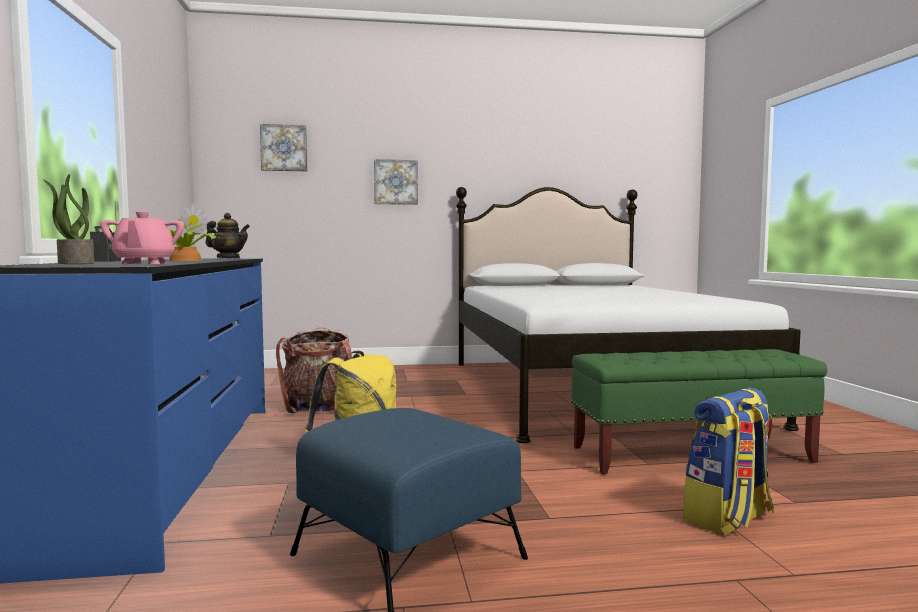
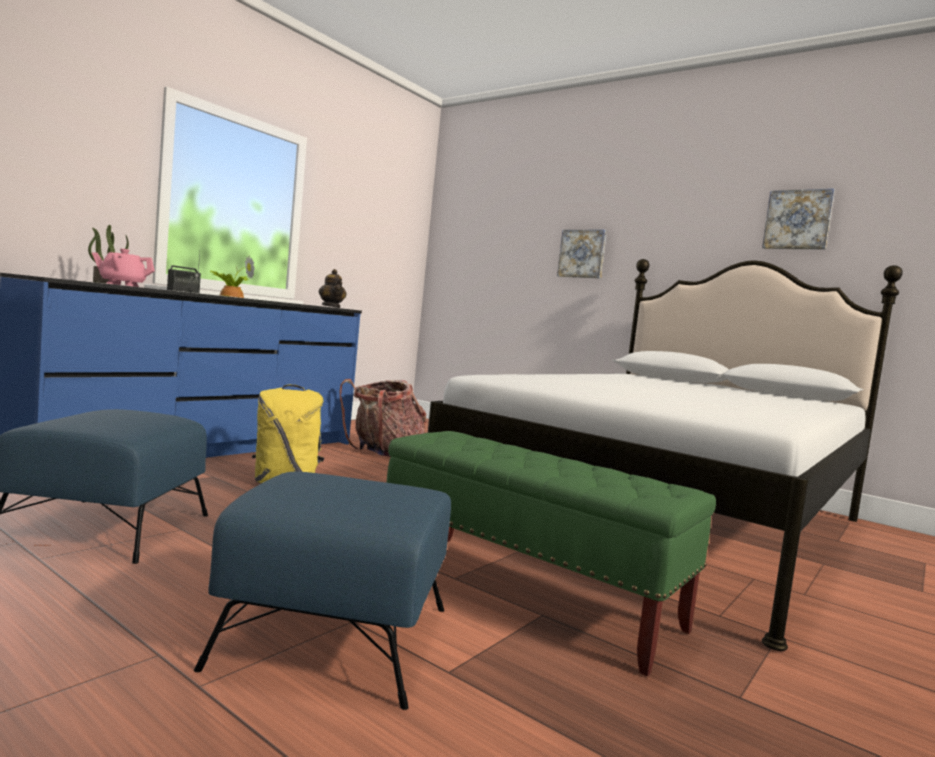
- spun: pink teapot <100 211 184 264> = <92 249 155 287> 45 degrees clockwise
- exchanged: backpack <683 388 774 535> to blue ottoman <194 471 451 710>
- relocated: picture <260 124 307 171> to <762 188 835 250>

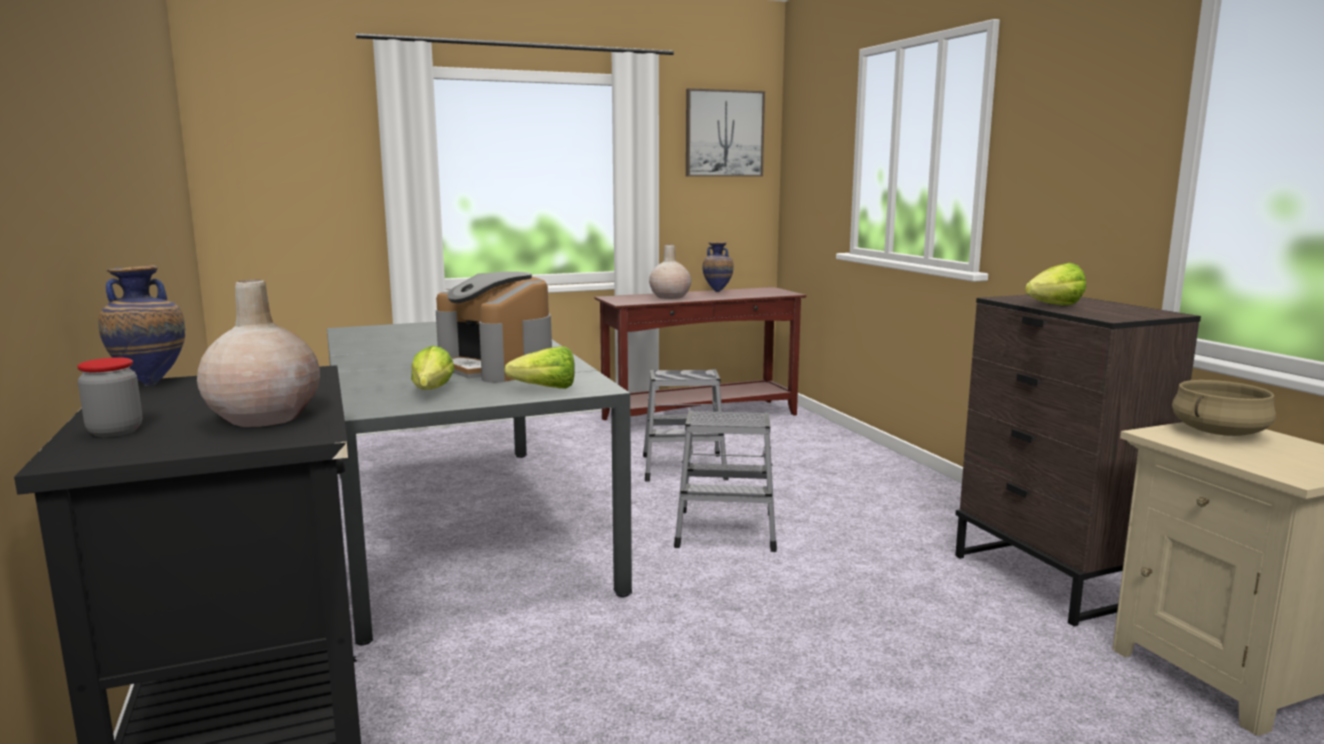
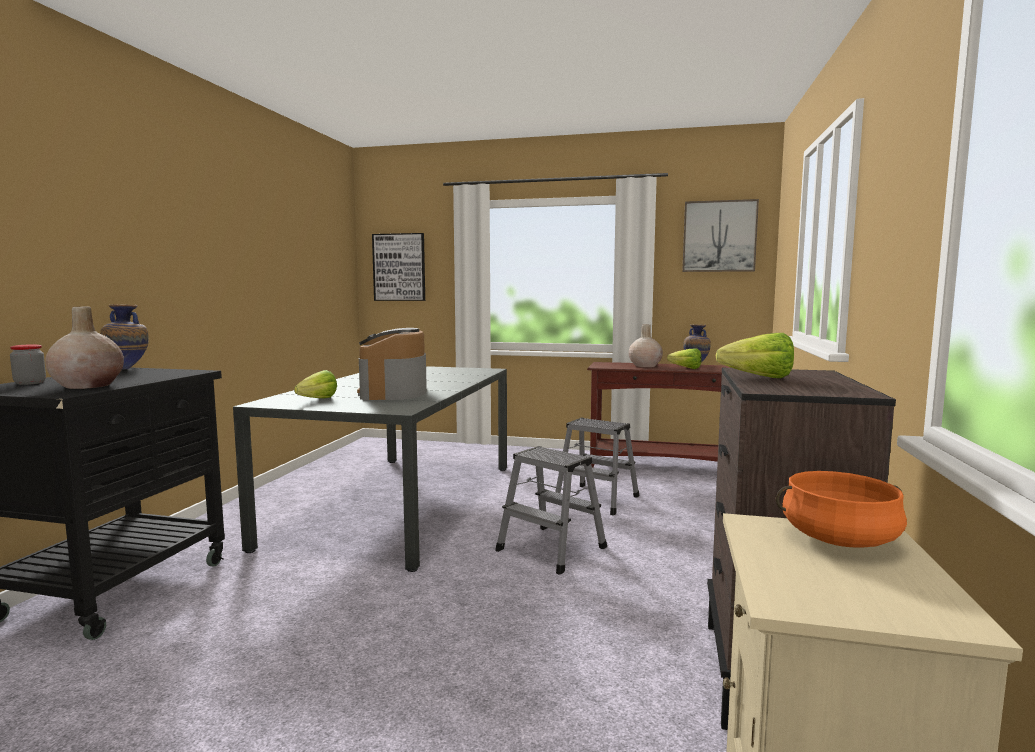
- appeared: picture <372 233 425 301>
- relocated: lettuce <504 346 575 389> to <667 348 701 369>
- colour: beige cooking pot <1172 380 1276 436> to orange cooking pot <776 471 907 548>

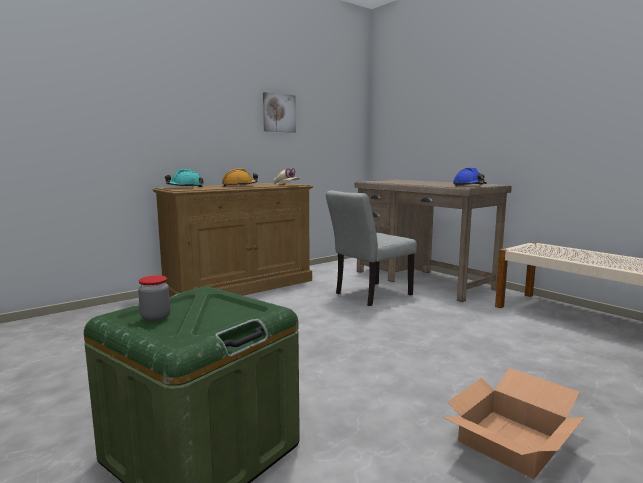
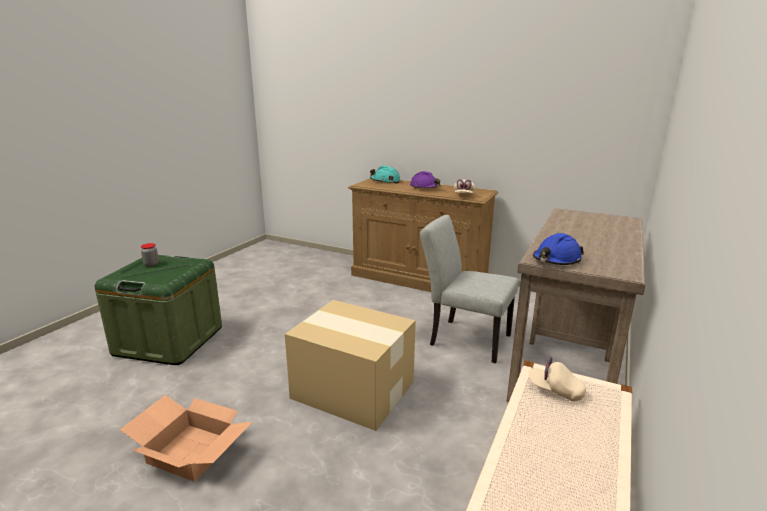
- appeared: cardboard box <285 300 416 431>
- colour: orange hard hat <222 168 258 187> to purple hard hat <410 171 441 189>
- appeared: beige cap <529 357 586 401>
- missing: picture <263 92 296 133>

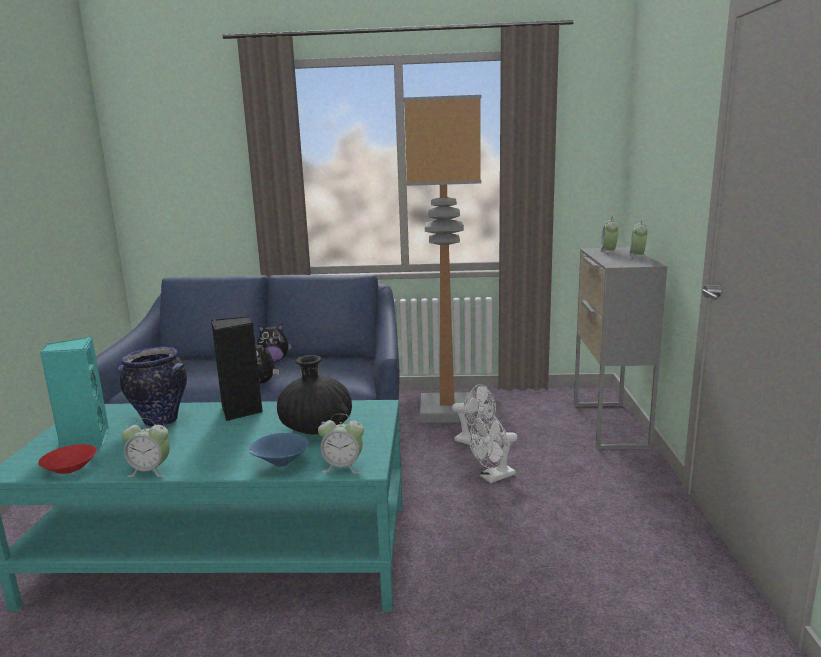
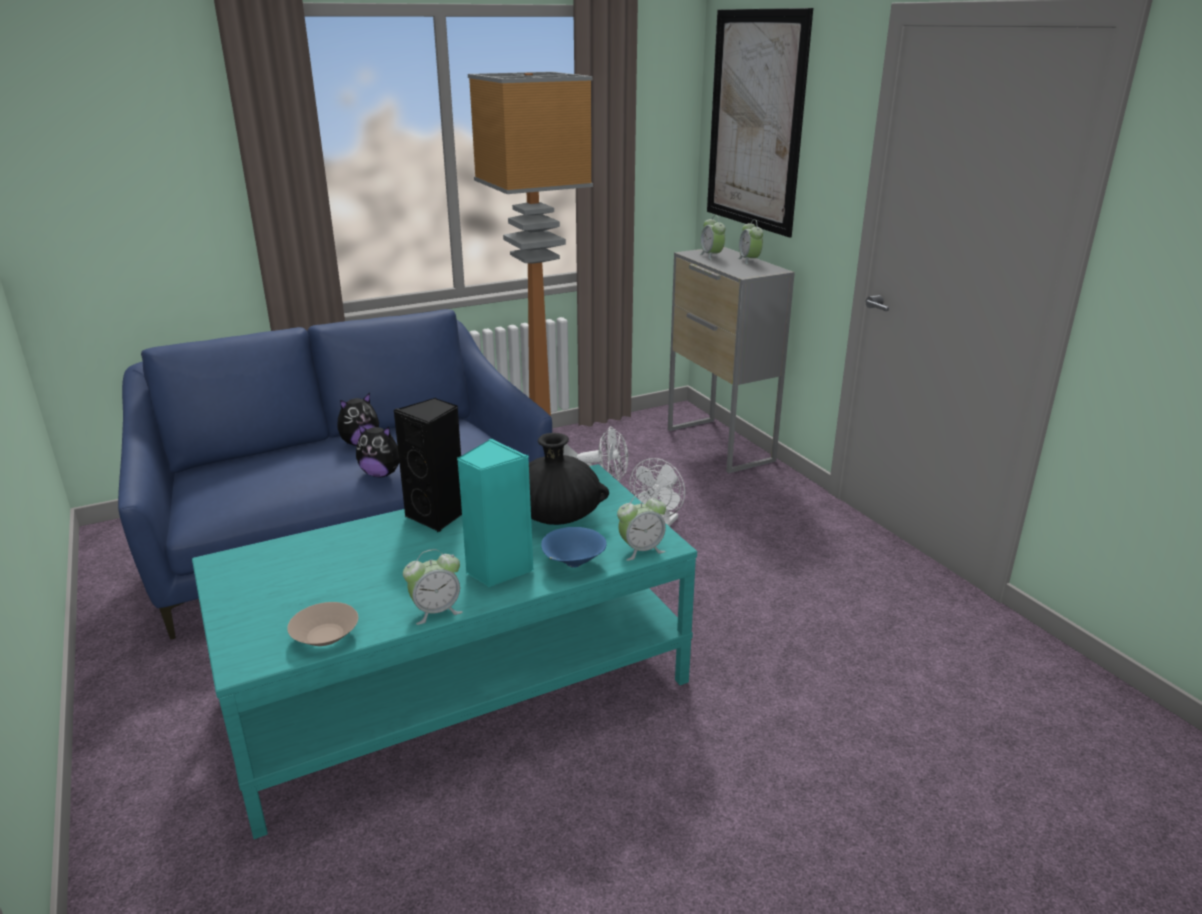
- colour: red bowl <38 444 97 474> to beige bowl <287 602 358 646>
- relocated: turquoise speaker <40 337 109 448> to <457 439 534 588>
- appeared: picture <707 8 813 238>
- missing: vase <118 347 187 427>

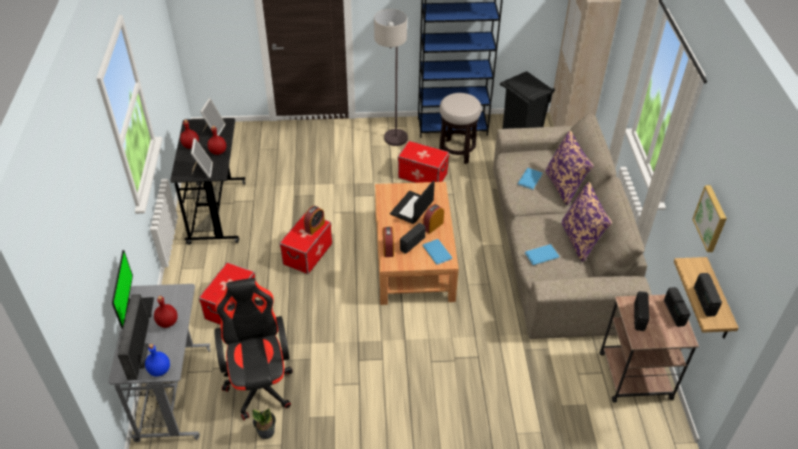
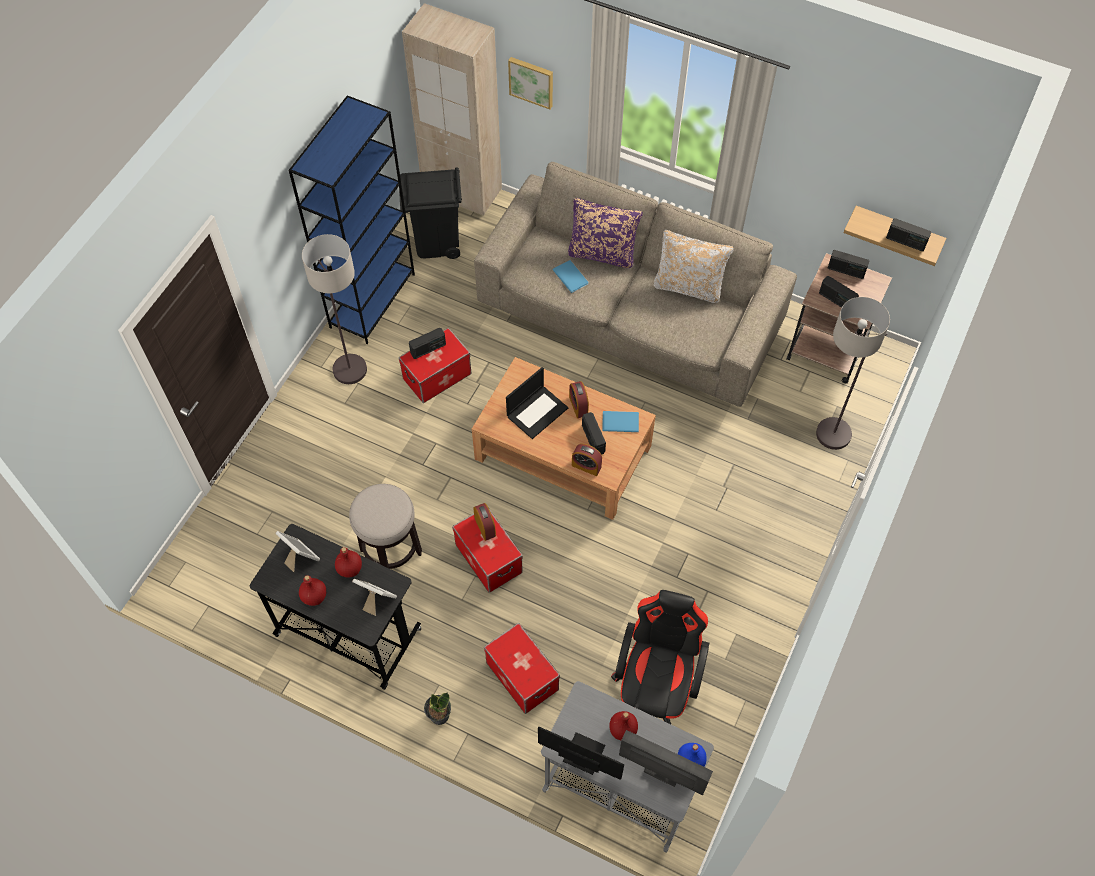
- relocated: stool <439 93 482 164> to <349 484 422 569>
- appeared: radio <409 328 446 359>
- relocated: potted plant <252 408 276 439> to <424 692 451 725>
- spun: laptop <390 180 435 224> = <506 367 568 439> 105 degrees counterclockwise
- relocated: picture <692 185 727 252> to <508 57 553 110>
- spun: black office chair <214 278 293 420> = <611 590 709 725> 90 degrees clockwise
- colour: purple pillow <562 182 612 262> to white pillow <654 230 734 303>
- appeared: grey floor lamp <816 297 890 450>
- missing: blue book <525 244 560 265>

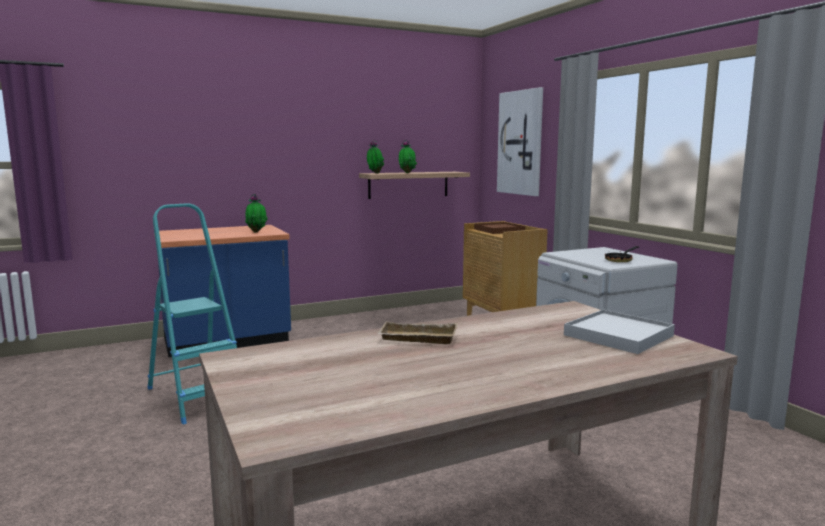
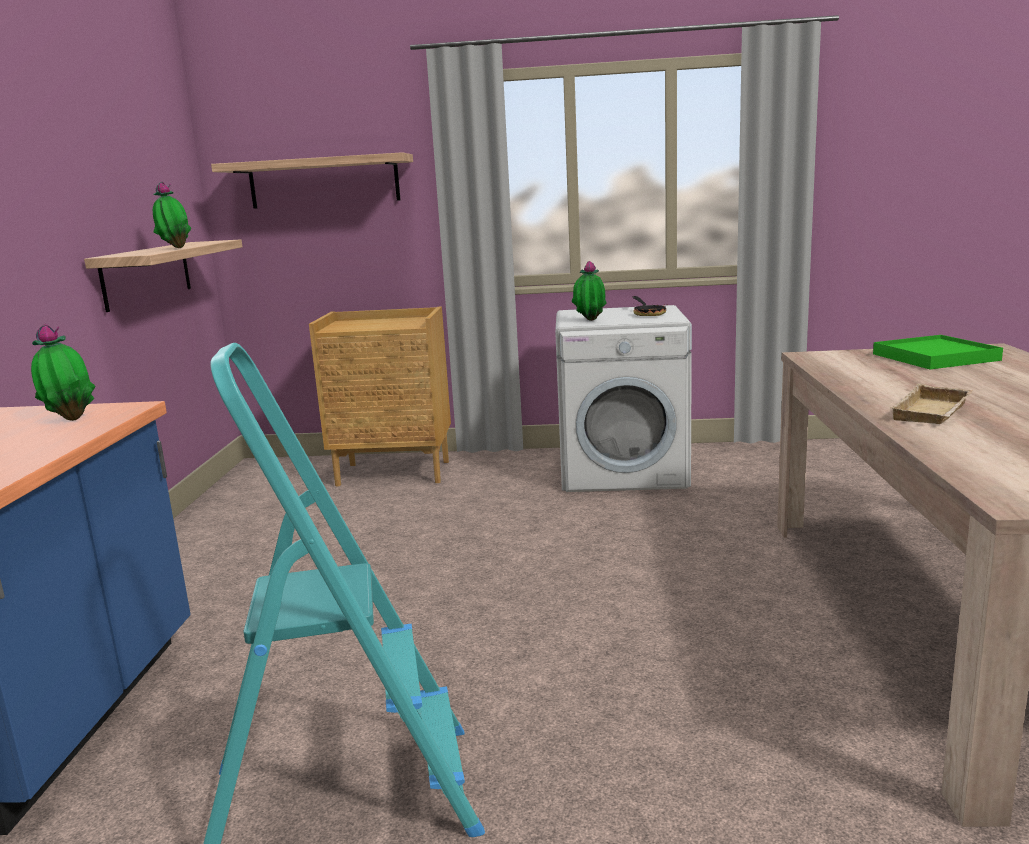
- exchanged: picture <497 87 543 196> to shelf <211 152 413 209>
- relocated: potted plant <367 140 384 174> to <572 261 607 321>
- colour: white tray <564 309 675 354> to green tray <873 335 1003 369>
- missing: brown tray <474 222 525 234>

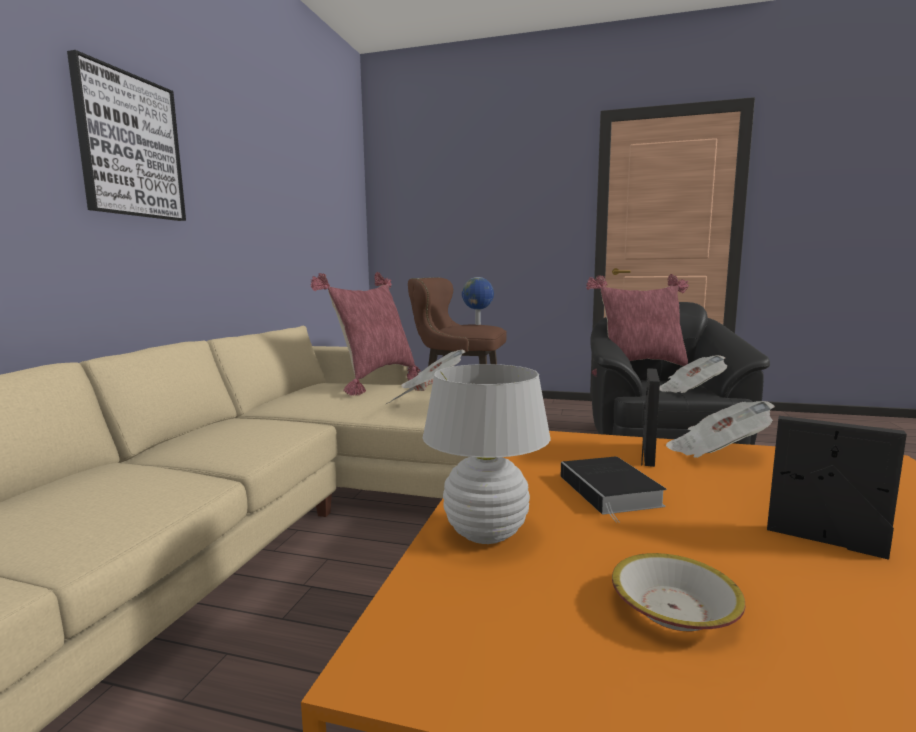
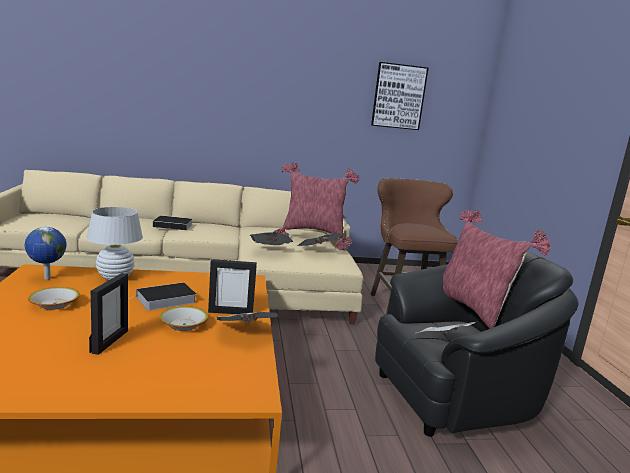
- relocated: globe <462 277 494 325> to <25 227 67 280>
- appeared: book <153 216 194 231>
- appeared: bowl <160 306 209 331>
- relocated: picture <67 50 186 221> to <371 62 428 130>

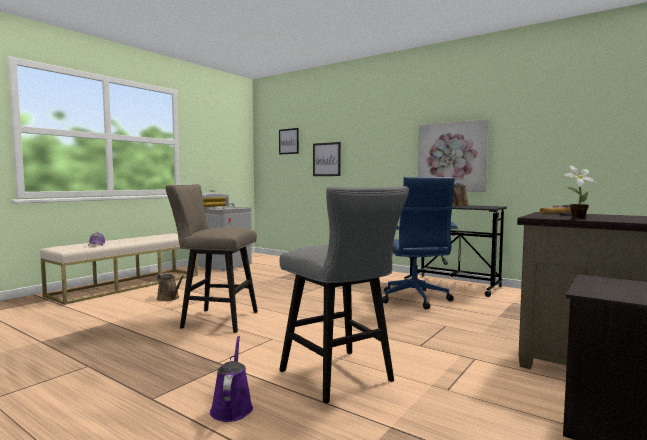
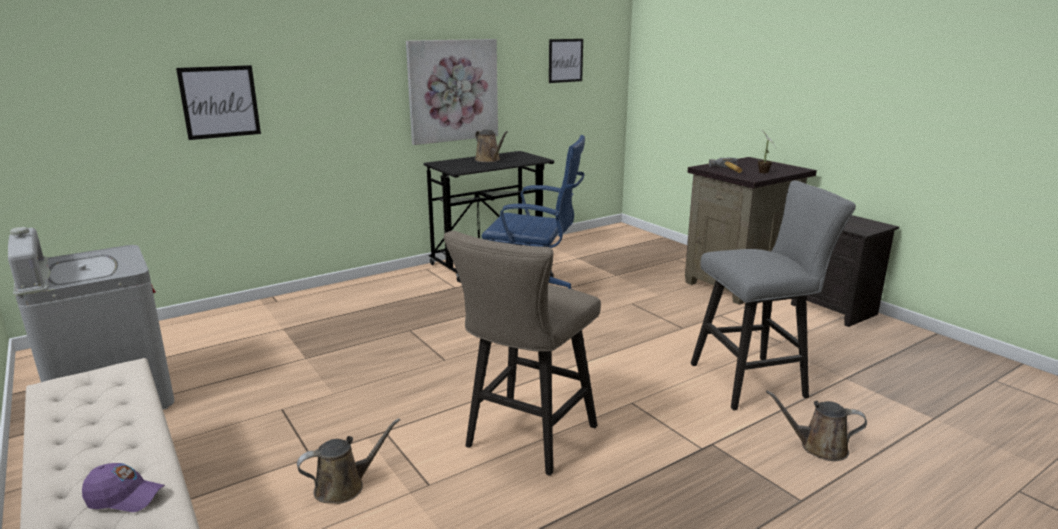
- relocated: picture <279 128 299 154> to <549 39 583 83>
- colour: purple watering can <210 336 253 422> to brown watering can <766 390 867 461>

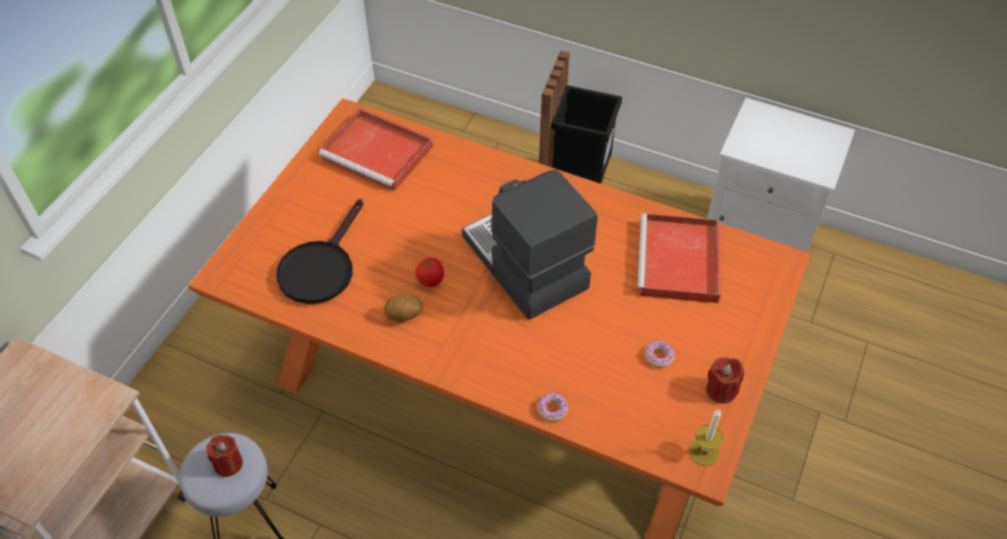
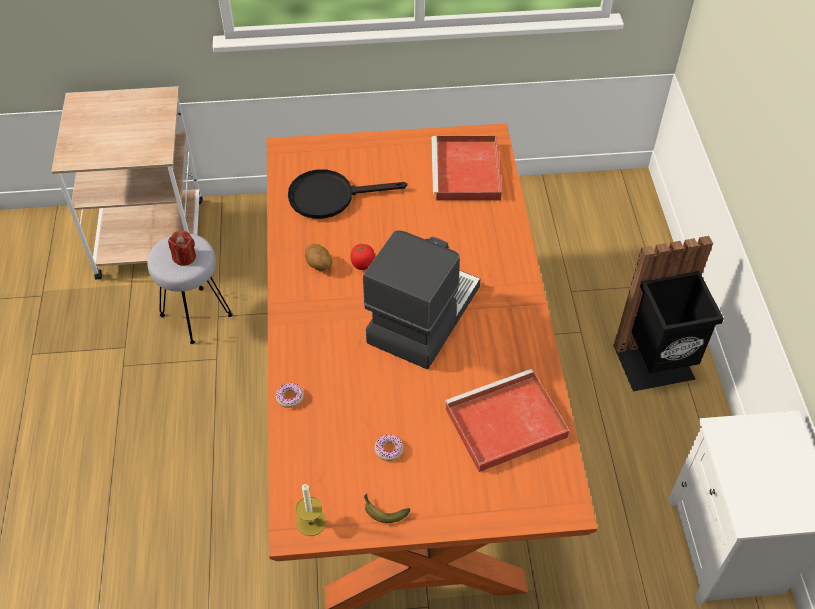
- exchanged: red candle <706 358 744 404> to banana <364 494 410 523>

